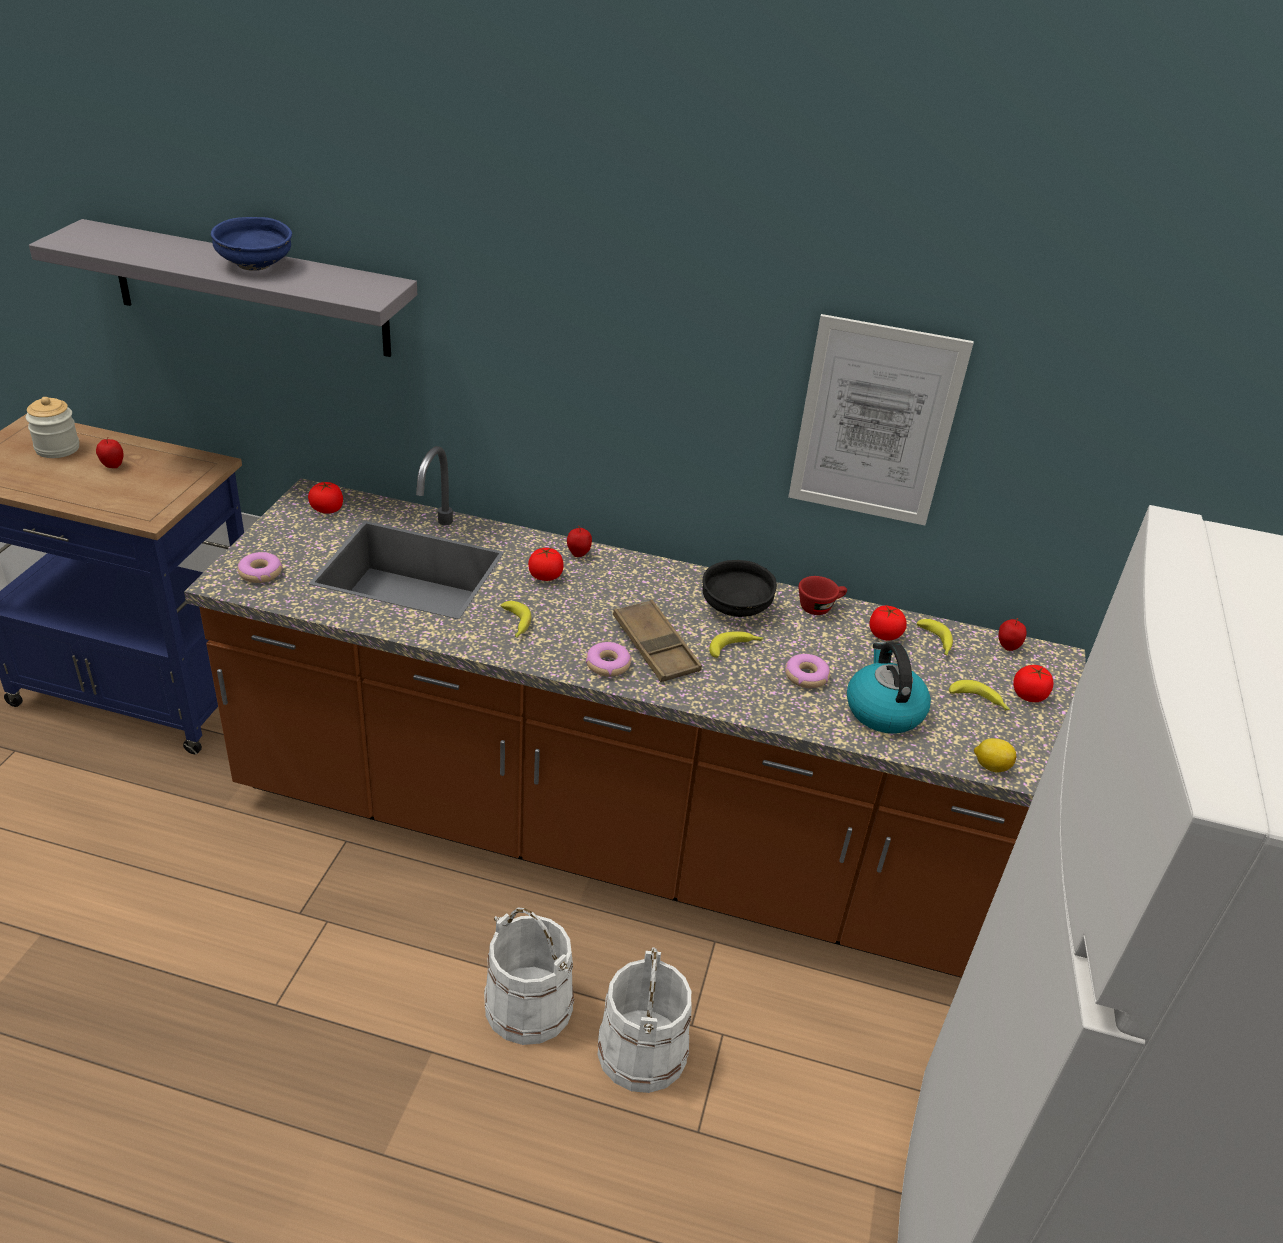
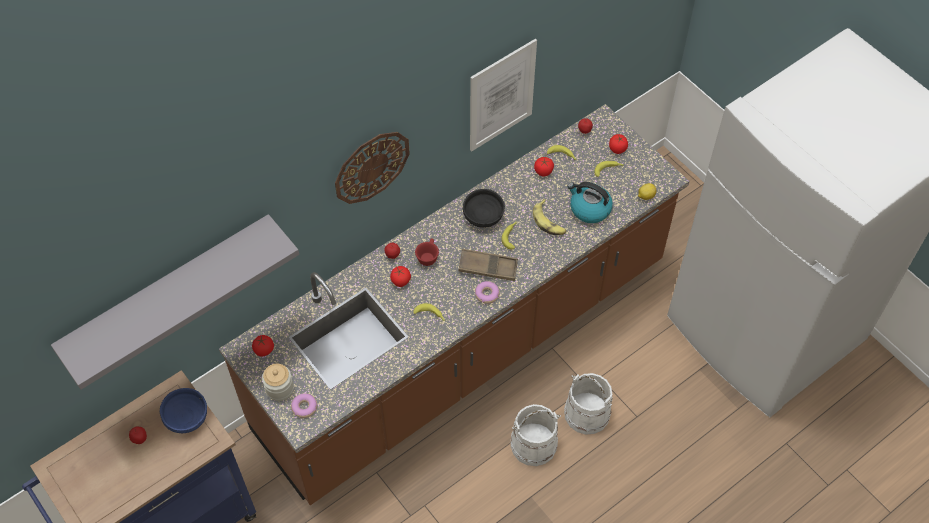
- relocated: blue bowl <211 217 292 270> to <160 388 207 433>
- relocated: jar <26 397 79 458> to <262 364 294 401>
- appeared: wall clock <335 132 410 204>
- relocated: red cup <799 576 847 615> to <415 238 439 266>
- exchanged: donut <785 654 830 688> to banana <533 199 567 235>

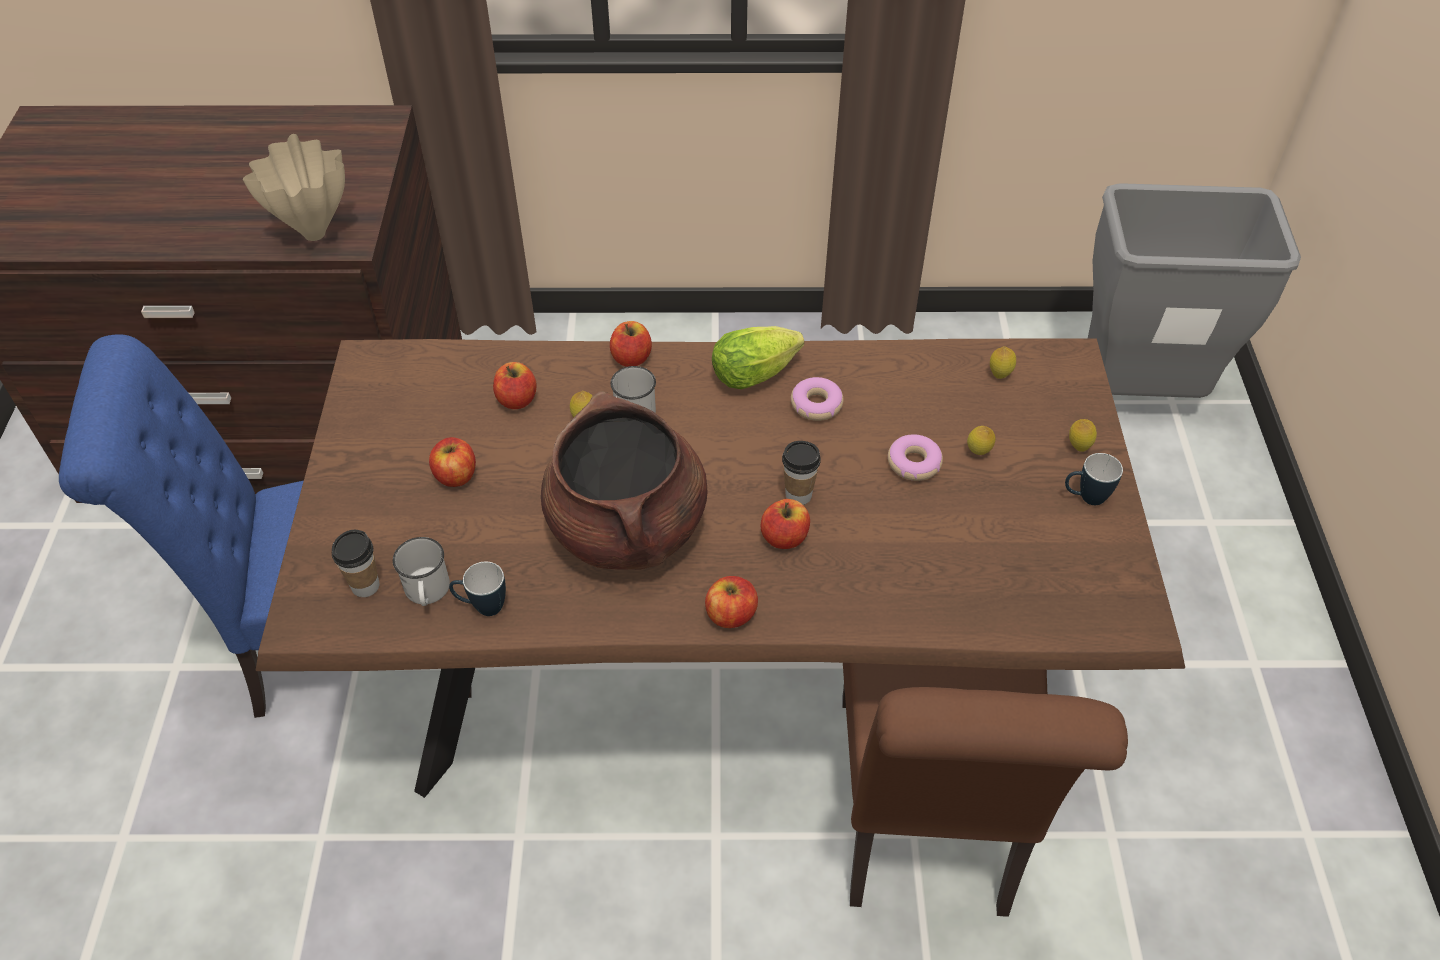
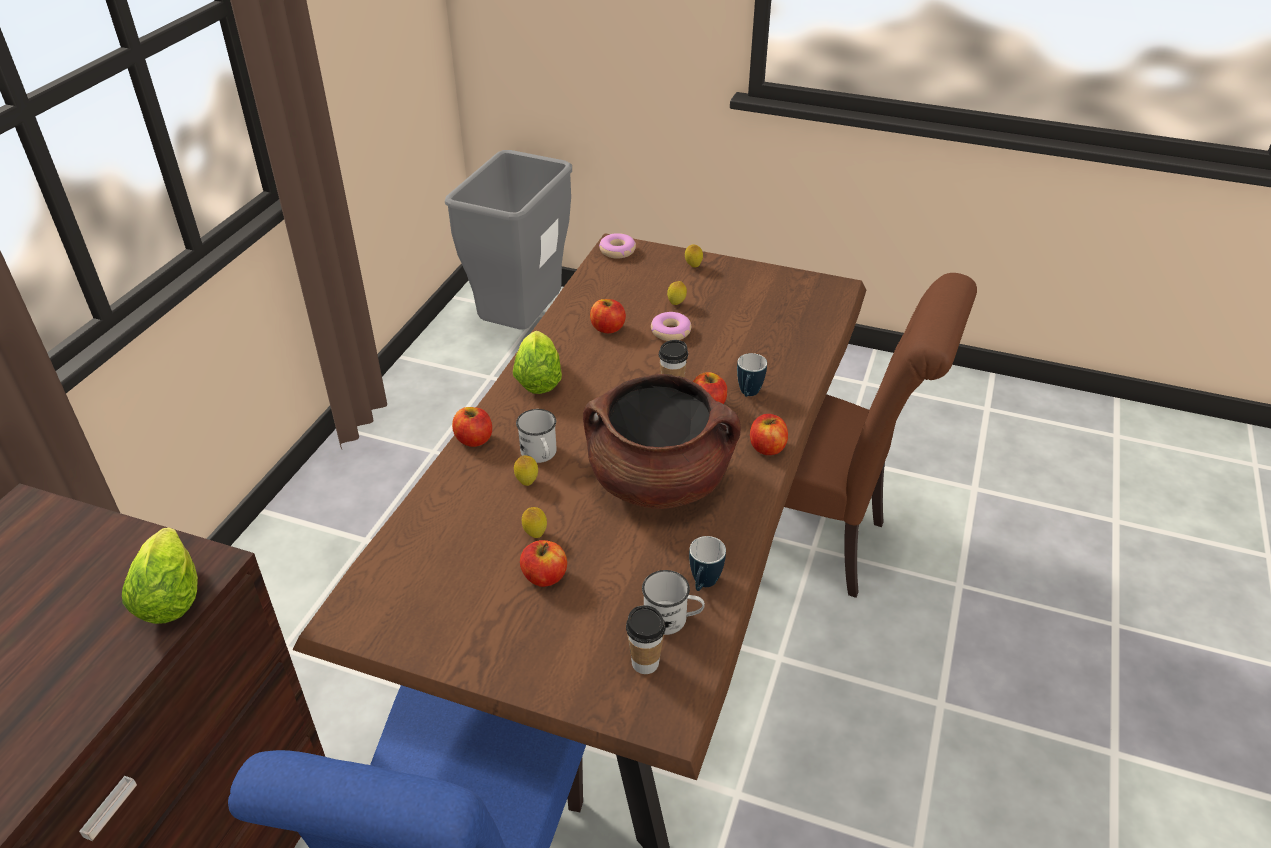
- exchanged: beige vase <243 134 345 241> to lettuce <122 527 198 624>
- relocated: lemon <990 346 1016 379> to <522 507 547 538>
- relocated: apple <493 362 536 409> to <590 299 626 333>
- relocated: donut <791 377 843 421> to <599 233 636 259>
- relocated: mug <1065 453 1123 505> to <737 353 767 397>

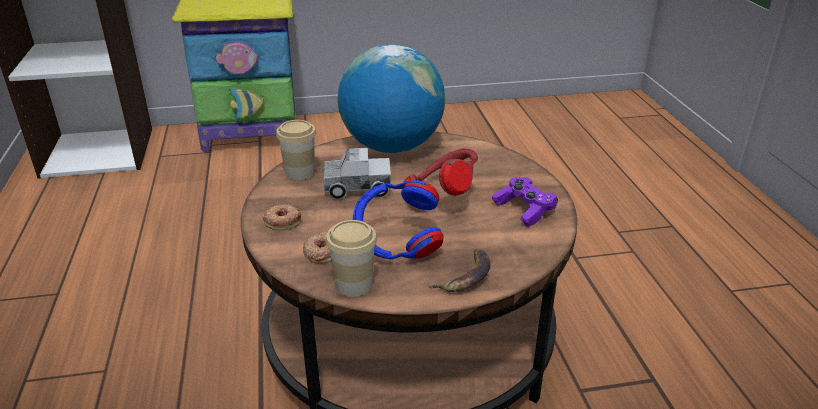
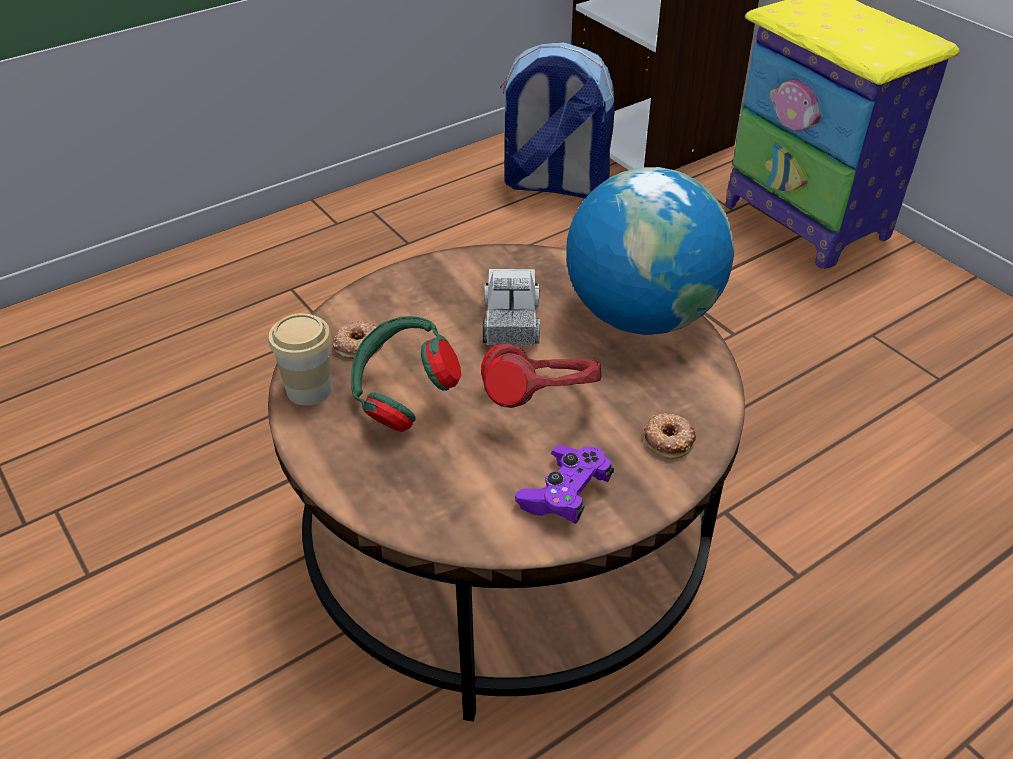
- colour: blue headphones <353 180 444 259> to green headphones <351 316 461 432>
- spun: toy truck <324 148 391 199> = <483 269 540 345> 150 degrees counterclockwise
- appeared: backpack <500 42 615 199>
- relocated: donut <262 204 301 231> to <643 413 696 459>
- missing: cup <276 120 316 180>
- missing: banana <428 249 491 292>

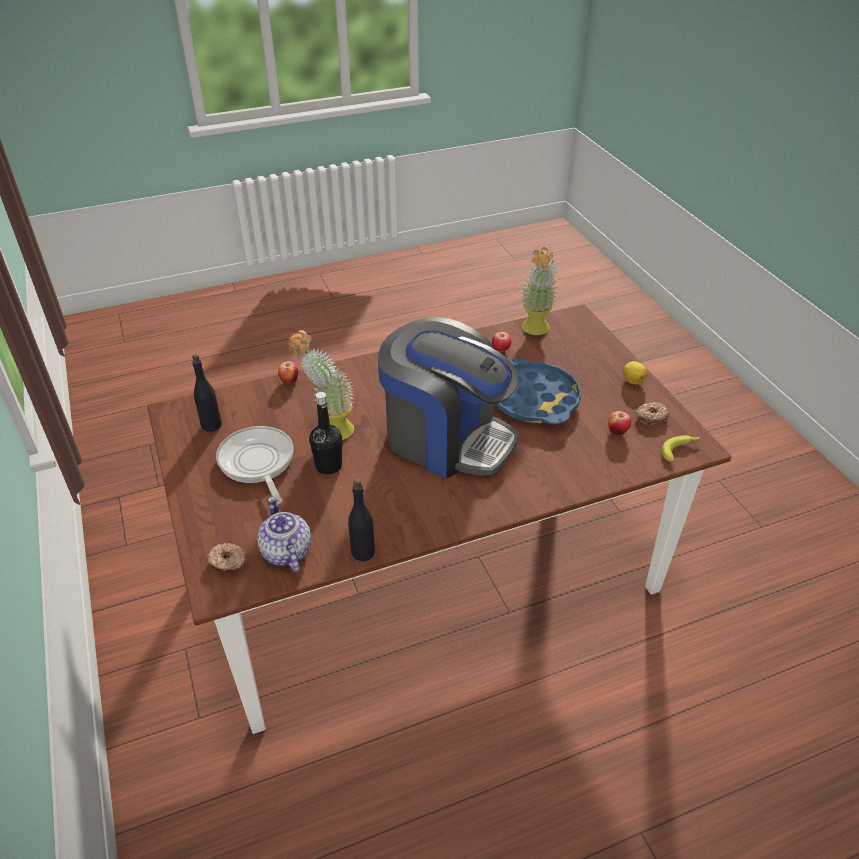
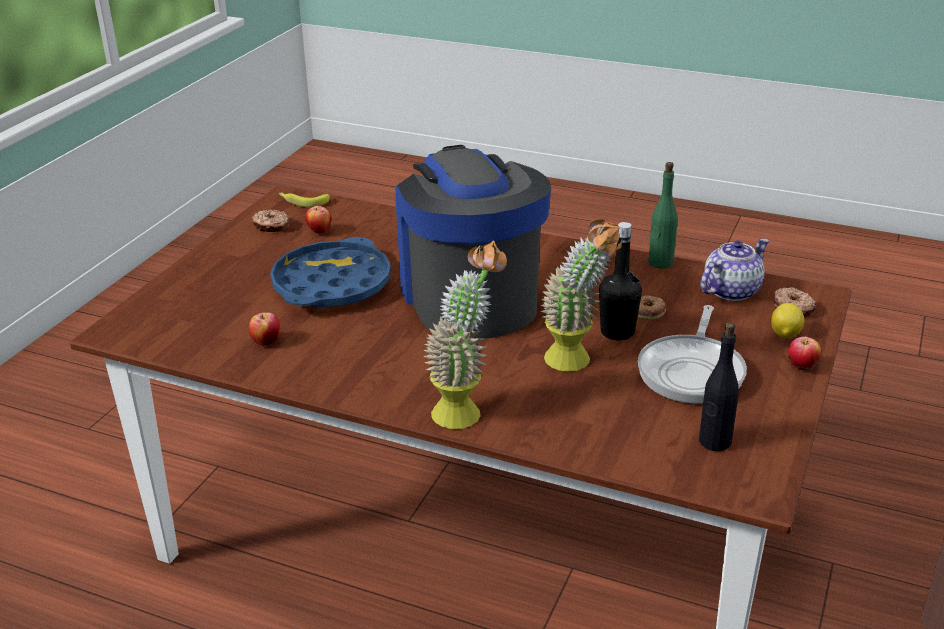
- relocated: potted plant <521 247 558 335> to <423 240 507 429>
- appeared: donut <638 295 666 320>
- colour: black bottle <348 479 375 561> to green bottle <648 162 678 269>
- spun: teapot <257 497 311 572> = <700 238 769 301> 150 degrees counterclockwise
- relocated: lemon <623 361 647 384> to <771 303 805 338>
- relocated: apple <278 361 298 384> to <788 337 821 370>

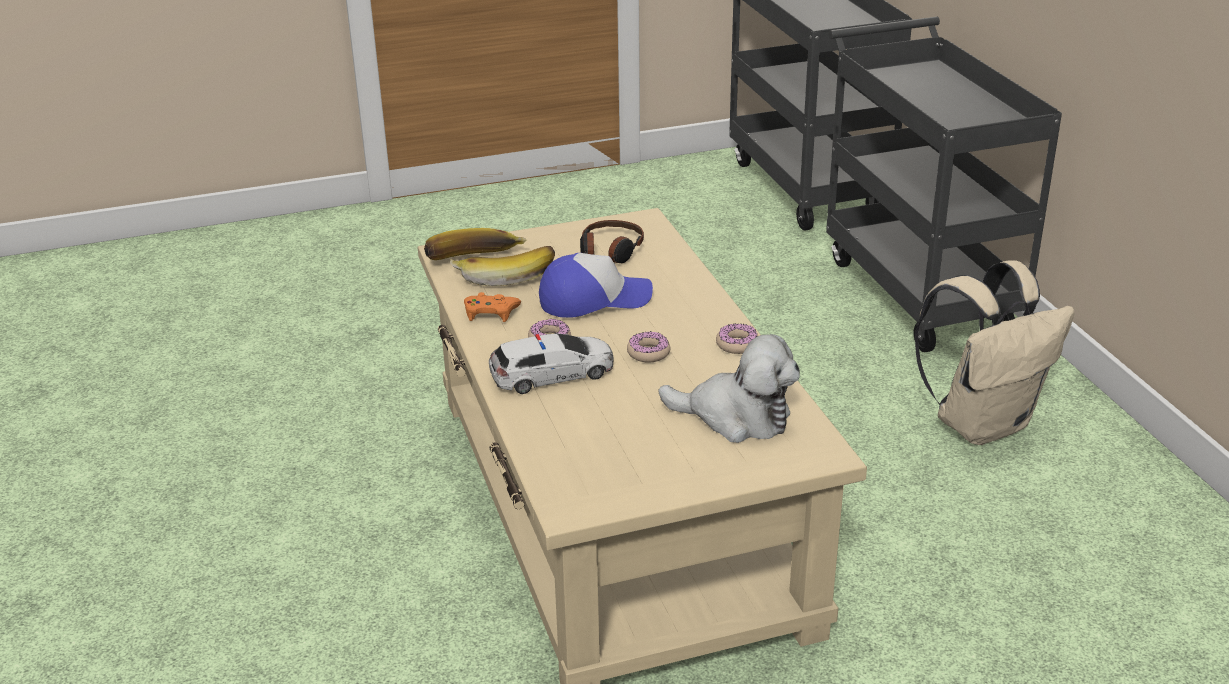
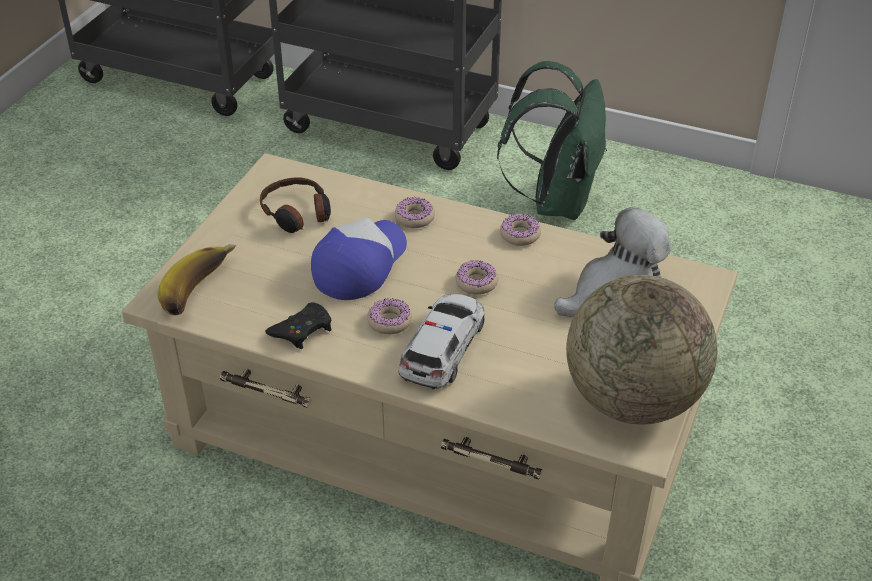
- colour: orange game controller <464 292 521 322> to black game controller <265 302 332 349>
- appeared: donut <395 197 435 228>
- colour: beige backpack <915 260 1075 445> to green backpack <497 61 607 220>
- appeared: globe <566 275 717 424>
- missing: banana <450 246 555 286>

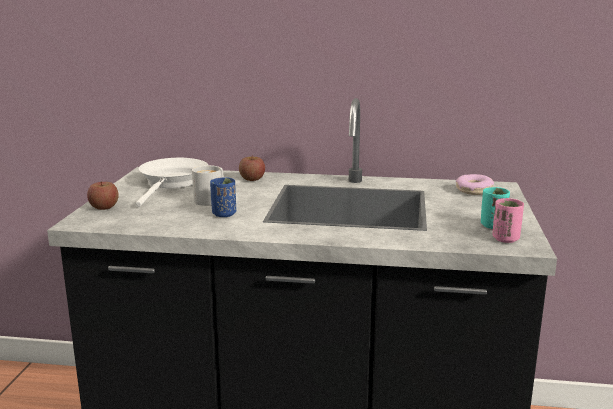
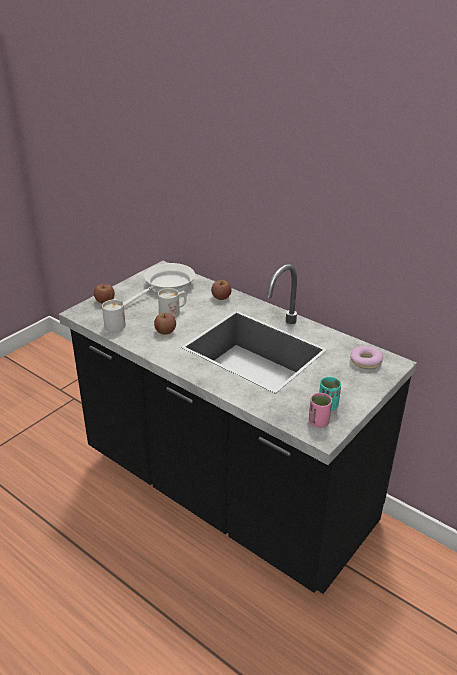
- appeared: white mug <102 298 126 332>
- exchanged: blue cup <210 177 236 217> to apple <154 313 176 334>

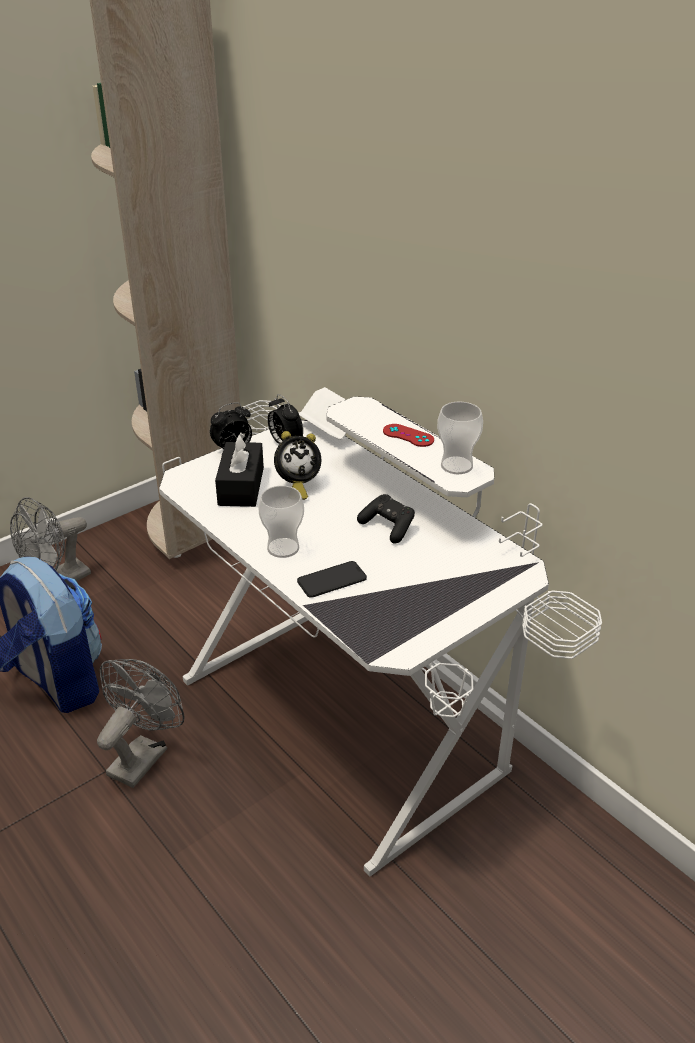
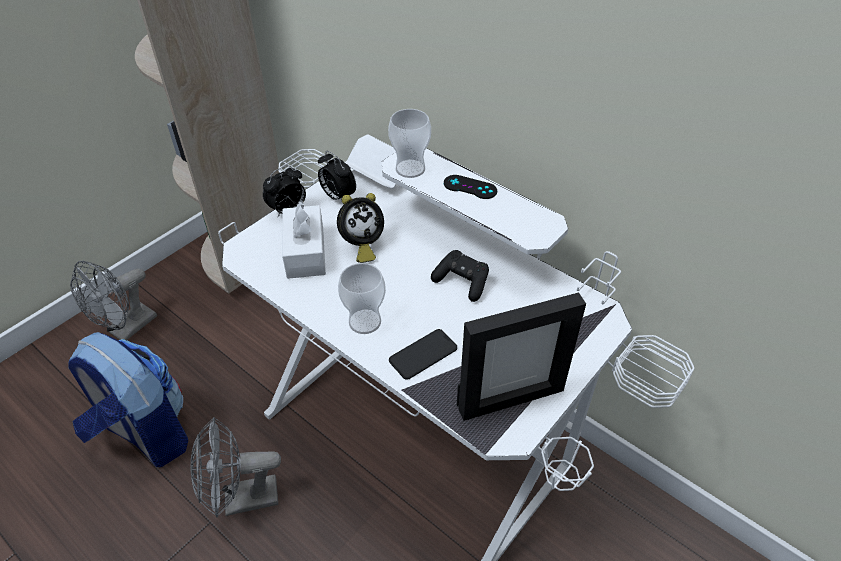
- spun: grey fan <97 659 185 788> = <190 417 281 517> 120 degrees counterclockwise
- colour: black tissue box <215 432 264 507> to white tissue box <282 201 326 279>
- relocated: cup <437 402 483 474> to <388 109 431 178>
- colour: red game controller <383 424 434 447> to black game controller <444 175 497 199>
- appeared: picture frame <457 293 586 421>

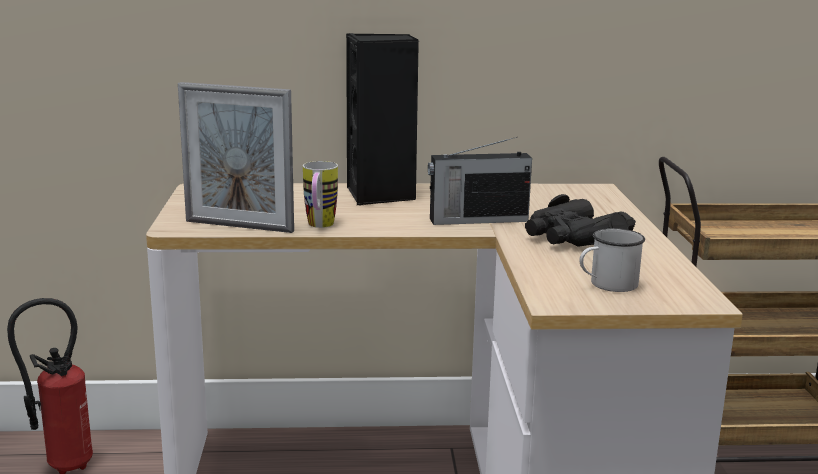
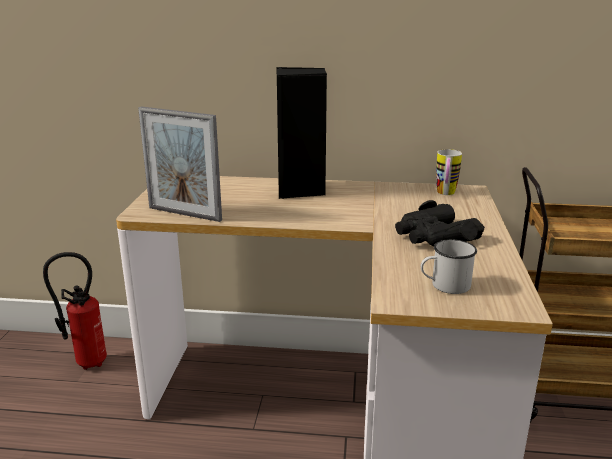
- relocated: mug <303 161 338 228> to <436 149 462 195>
- missing: radio <428 137 532 225>

